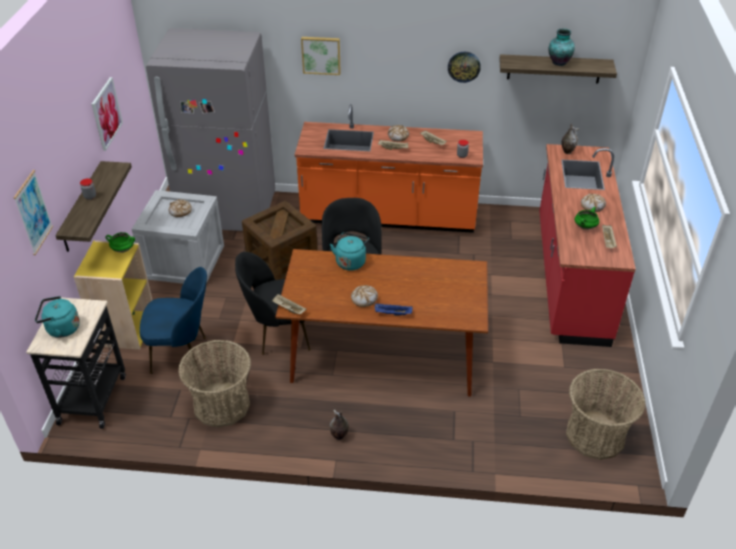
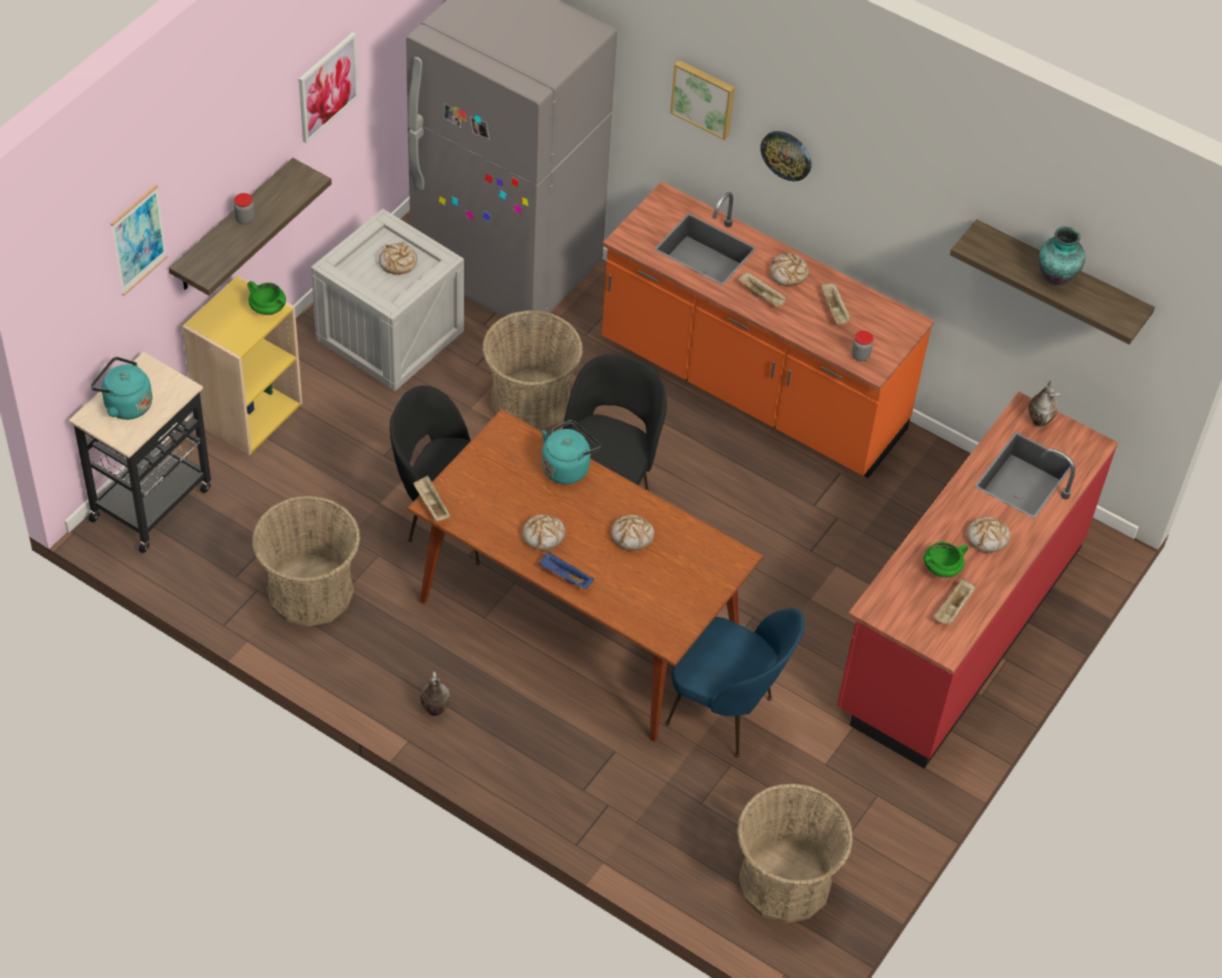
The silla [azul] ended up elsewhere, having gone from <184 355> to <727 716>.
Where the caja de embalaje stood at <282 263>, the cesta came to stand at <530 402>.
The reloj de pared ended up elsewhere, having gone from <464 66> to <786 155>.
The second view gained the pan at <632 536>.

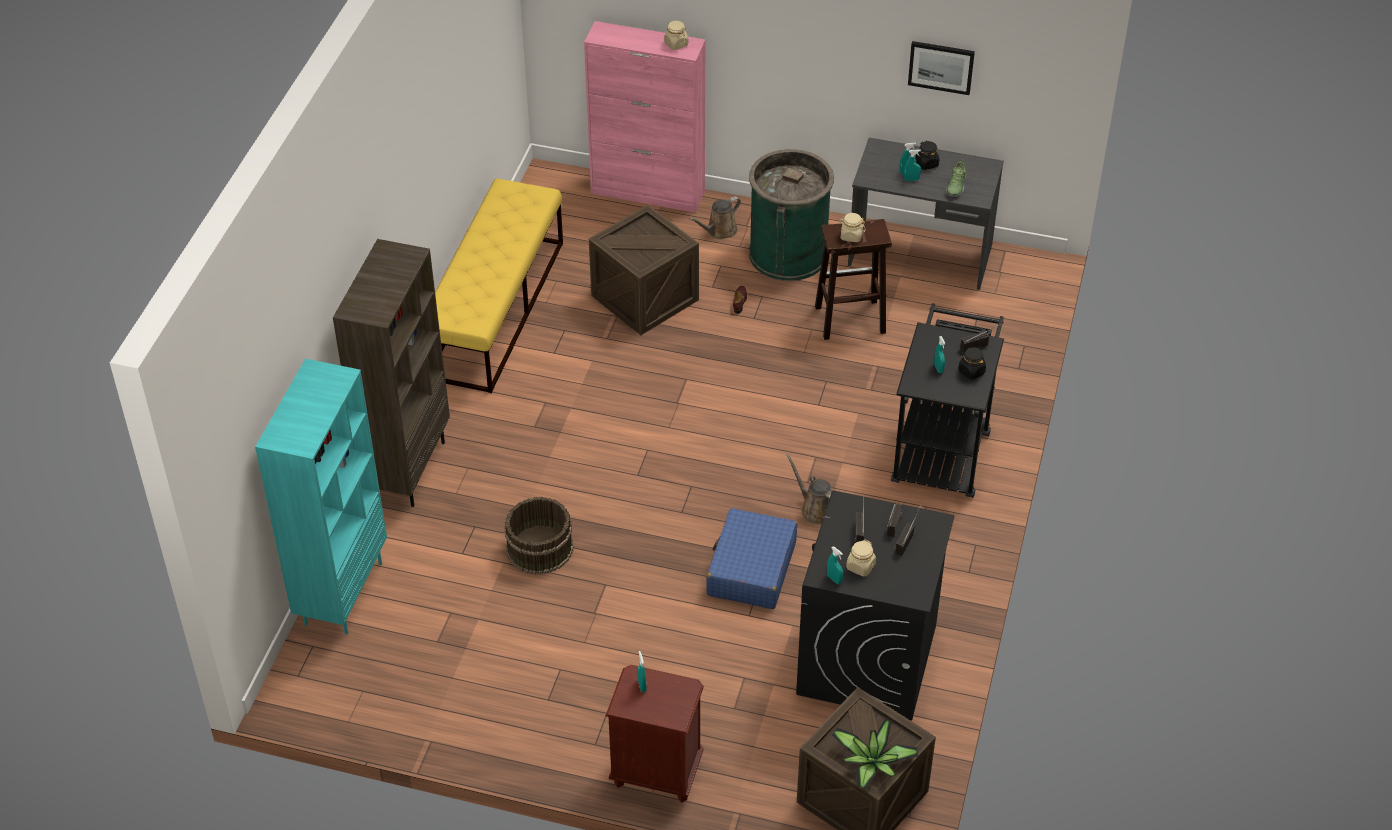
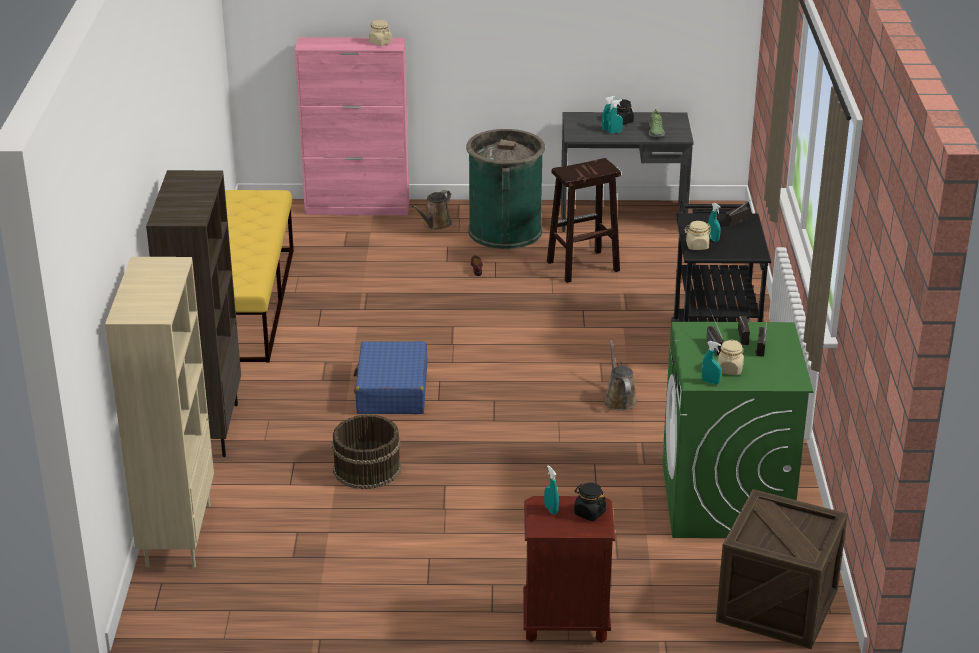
What was the estantería [turquesa] at <342 592> turned into the estantería [beis] at <177 534>.
The second view lost the caja de embalaje at <645 298>.
The maleta [azul] ended up elsewhere, having gone from <751 569> to <392 391>.
The regadera [marrón] at <815 509> ended up facing another way, 45 degrees clockwise from before.
What was the lavadora [negro] at <867 660> turned into the lavadora [verde] at <725 500>.
The second view lost the planta en maceta at <872 764>.
The tarro [beis] ended up elsewhere, having gone from <851 236> to <697 246>.
The second view lost the cuadro at <941 67>.
The tarro [negro] ended up elsewhere, having gone from <971 371> to <589 513>.

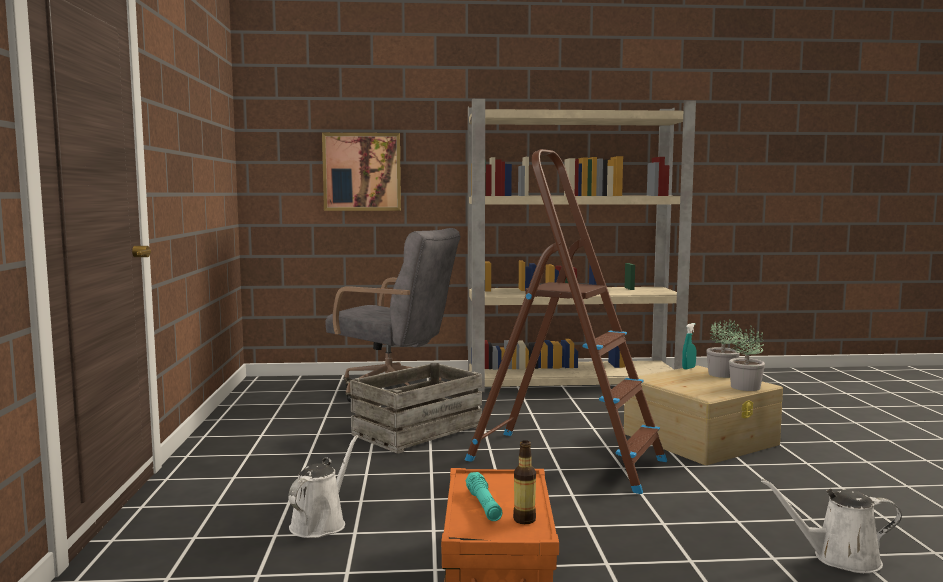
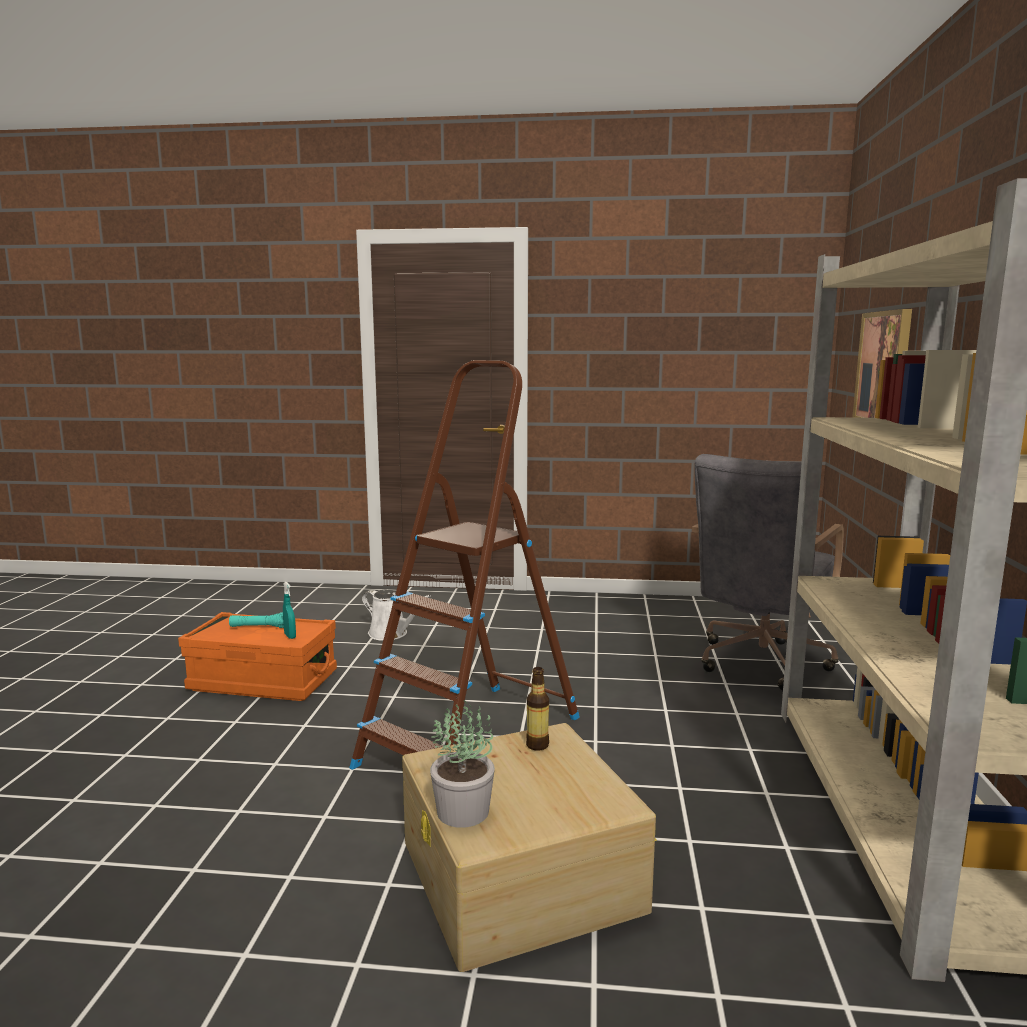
The second view lost the caja de embalaje at <417 431>.
The botella ended up elsewhere, having gone from <524 520> to <537 745>.
The pulverizador [turquesa] ended up elsewhere, having gone from <688 368> to <290 636>.
The second view lost the planta en maceta at <722 374>.
The second view lost the regadera [blanco] at <840 558>.

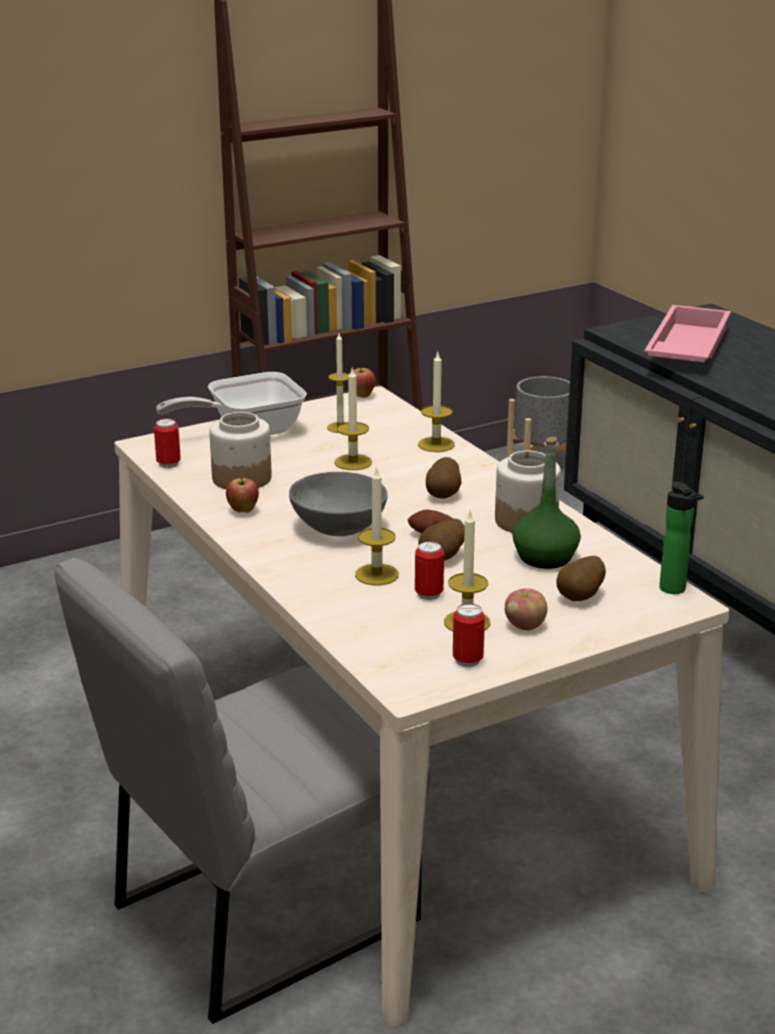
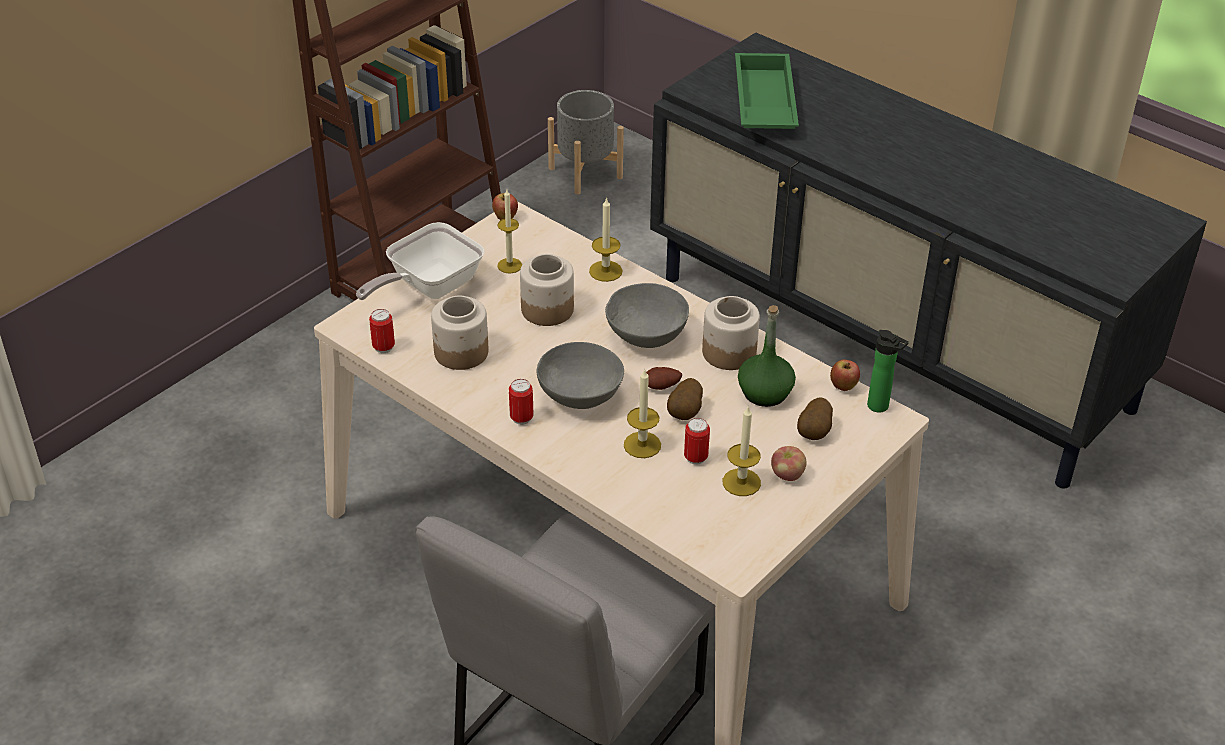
The manzana ended up elsewhere, having gone from <243 511> to <843 387>.
Where the vela stood at <353 462>, the tarro came to stand at <546 310>.
Where the patata stood at <444 495>, the cuenco [gris] came to stand at <646 335>.
The lata ended up elsewhere, having gone from <467 660> to <521 418>.
What was the bandeja [rosa] at <685 348> turned into the bandeja [verde] at <762 103>.

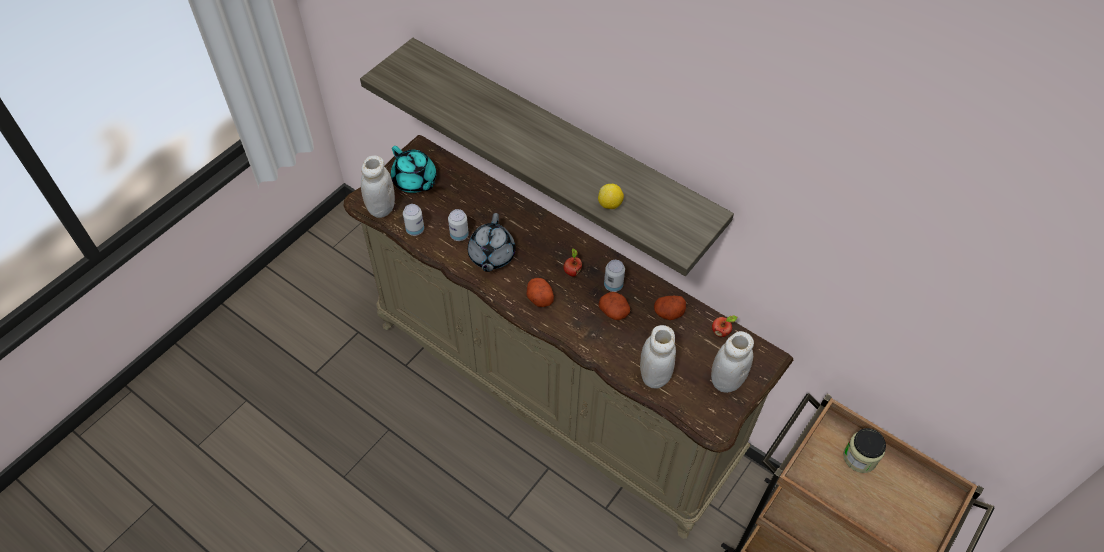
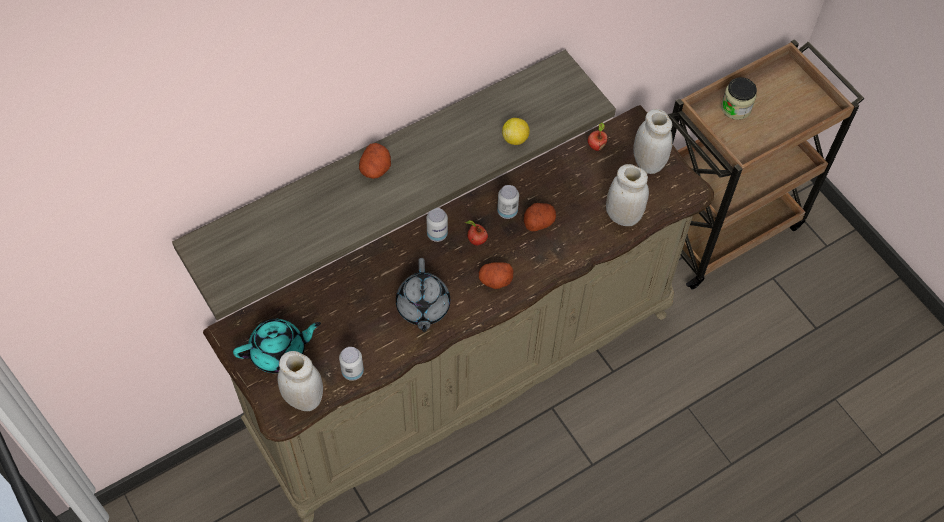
The lata ended up elsewhere, having gone from <459 235> to <437 234>.
The tetera [gris] at <491 256> ended up facing another way, 60 degrees clockwise from before.
The patata ended up elsewhere, having gone from <668 313> to <375 169>.

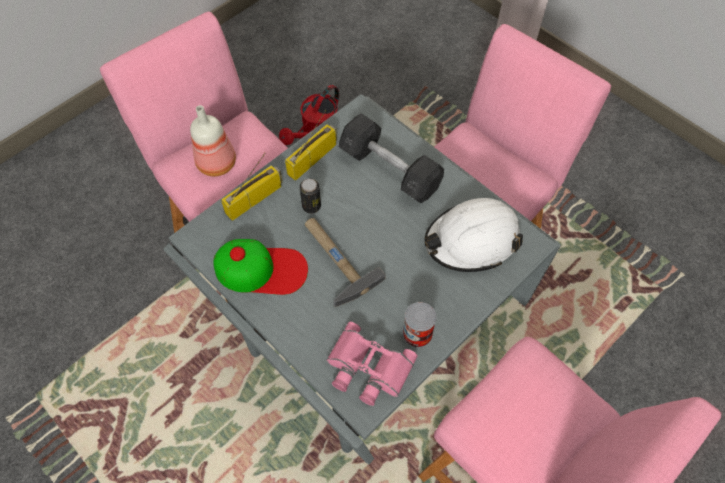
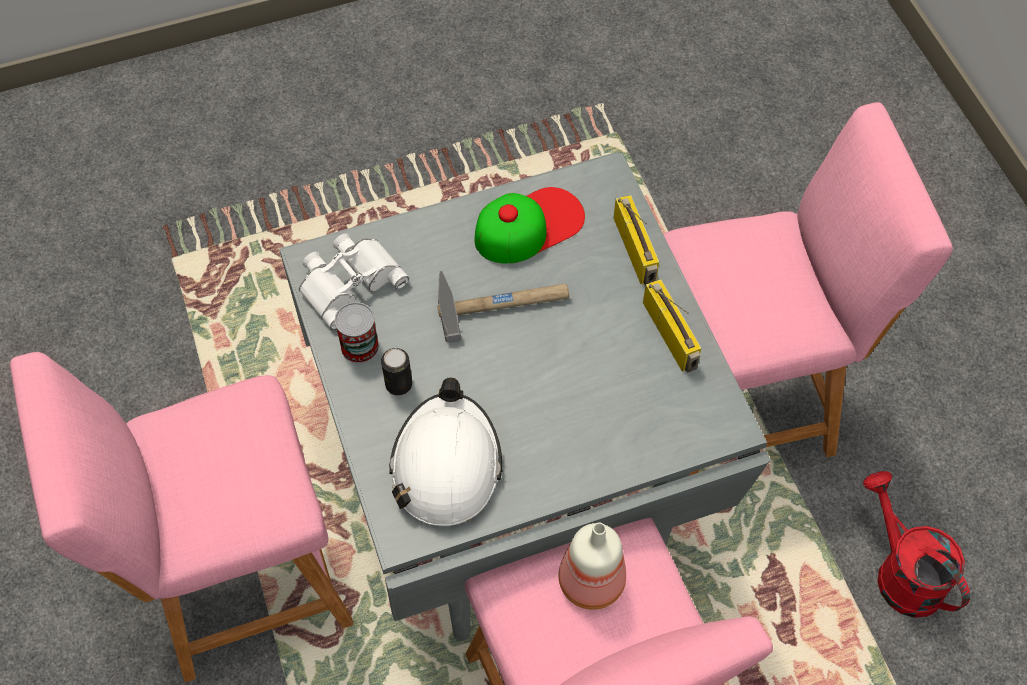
The botella ended up elsewhere, having gone from <218 162> to <592 583>.
The gorra at <261 269> ended up facing another way, 150 degrees counterclockwise from before.
The lata ended up elsewhere, having gone from <311 206> to <398 384>.
What was the prismáticos [rosa] at <367 369> turned into the prismáticos [blanco] at <349 280>.
The second view lost the mancuerna [gris] at <390 170>.

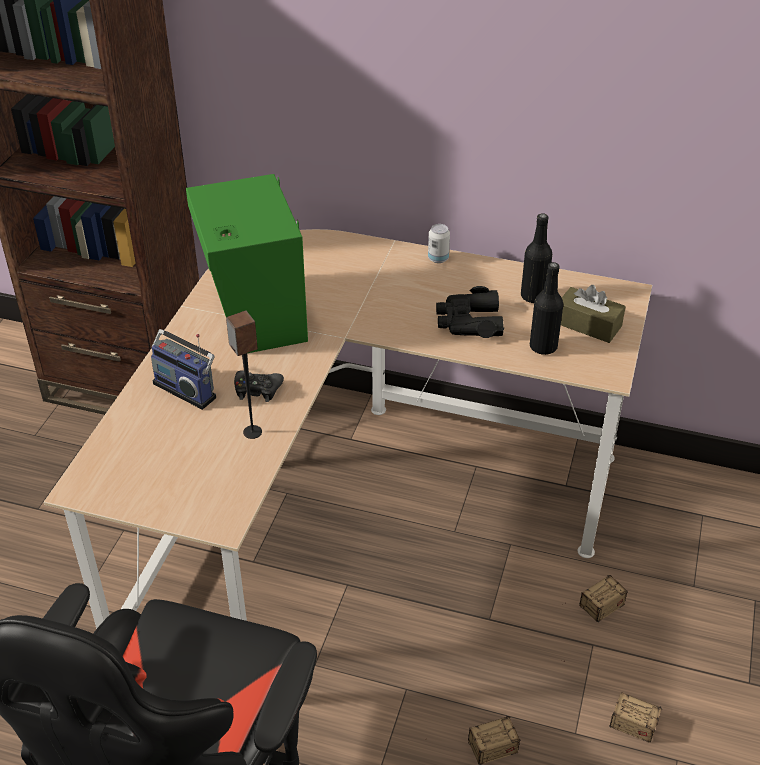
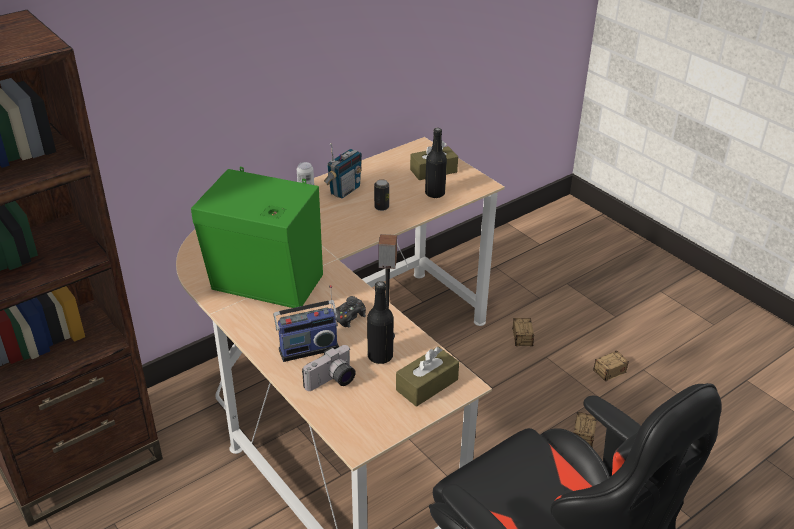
Where the prismáticos [negro] stood at <469 322>, the lata came to stand at <381 207>.
The botella [negro] ended up elsewhere, having gone from <533 296> to <380 356>.
The second view gained the cámara at <332 381>.
The second view gained the radio at <344 190>.
The second view gained the caja de pañuelos [marrón] at <427 385>.

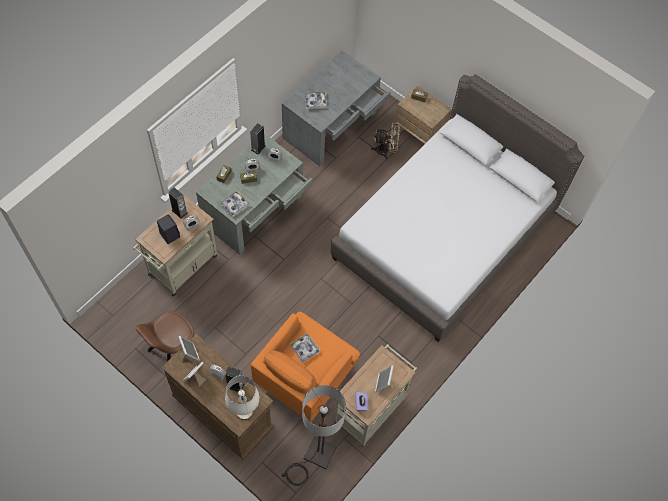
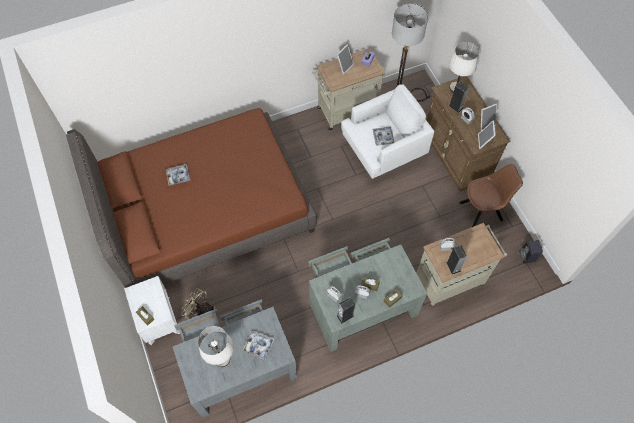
The altavoz [negro] ended up elsewhere, having gone from <169 235> to <527 257>.
The bandeja ended up elsewhere, having gone from <235 205> to <178 176>.
What was the sillón [naranja] at <305 376> turned into the sillón [blanco] at <382 151>.
What was the cama [gris] at <443 235> turned into the cama [marrón] at <206 211>.
What was the mesita de noche [marrón] at <419 133> turned into the mesita de noche [blanco] at <159 320>.
The second view gained the lámpara de mesa [blanco] at <222 359>.

